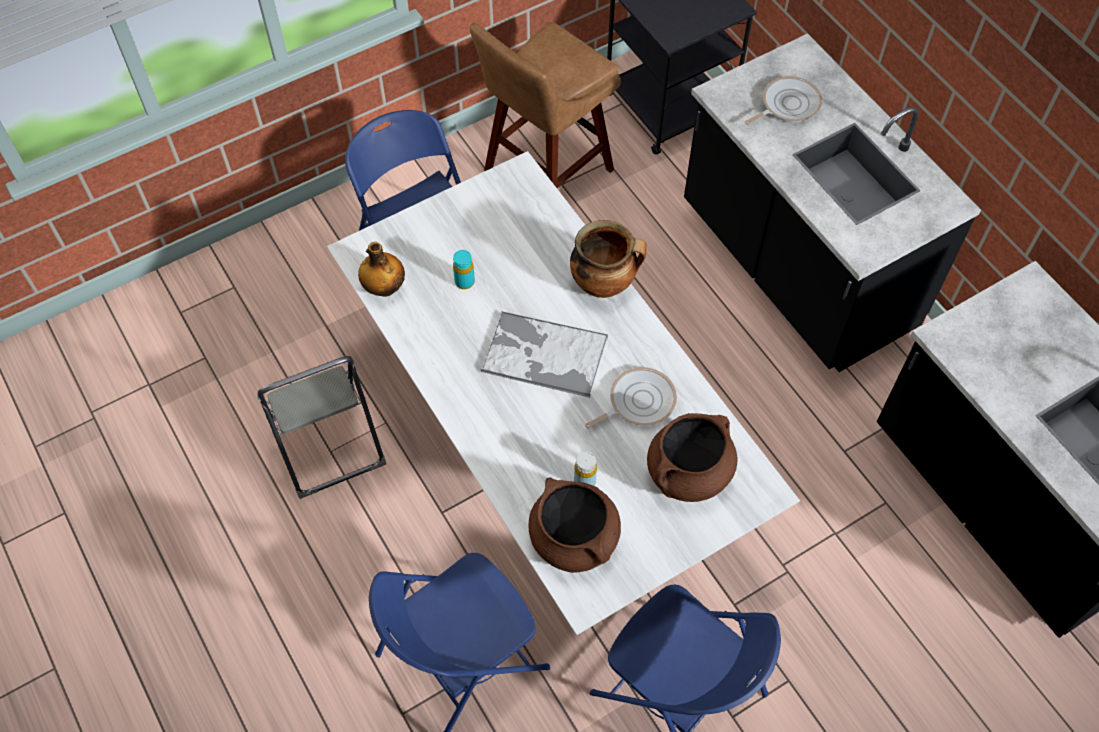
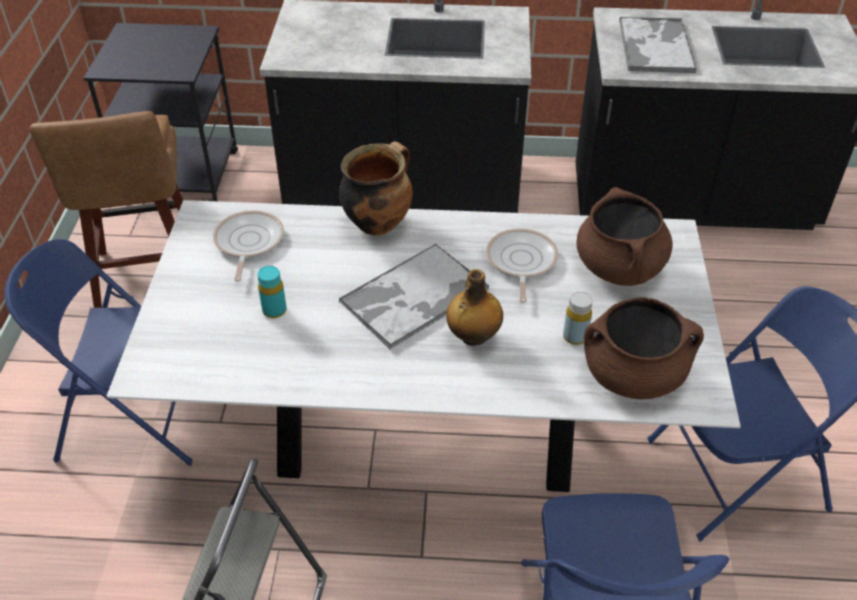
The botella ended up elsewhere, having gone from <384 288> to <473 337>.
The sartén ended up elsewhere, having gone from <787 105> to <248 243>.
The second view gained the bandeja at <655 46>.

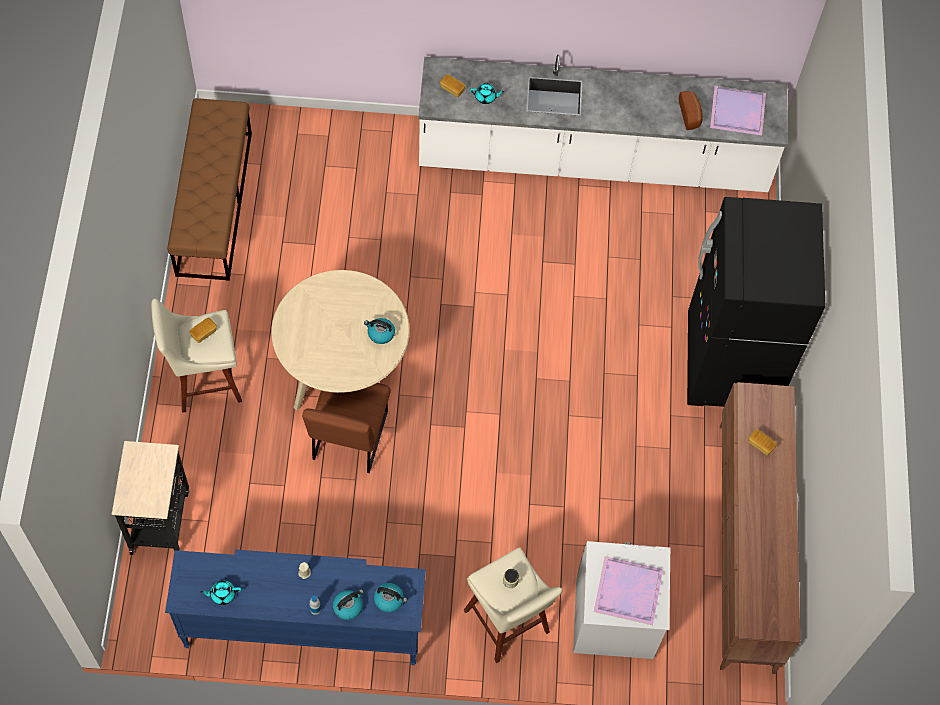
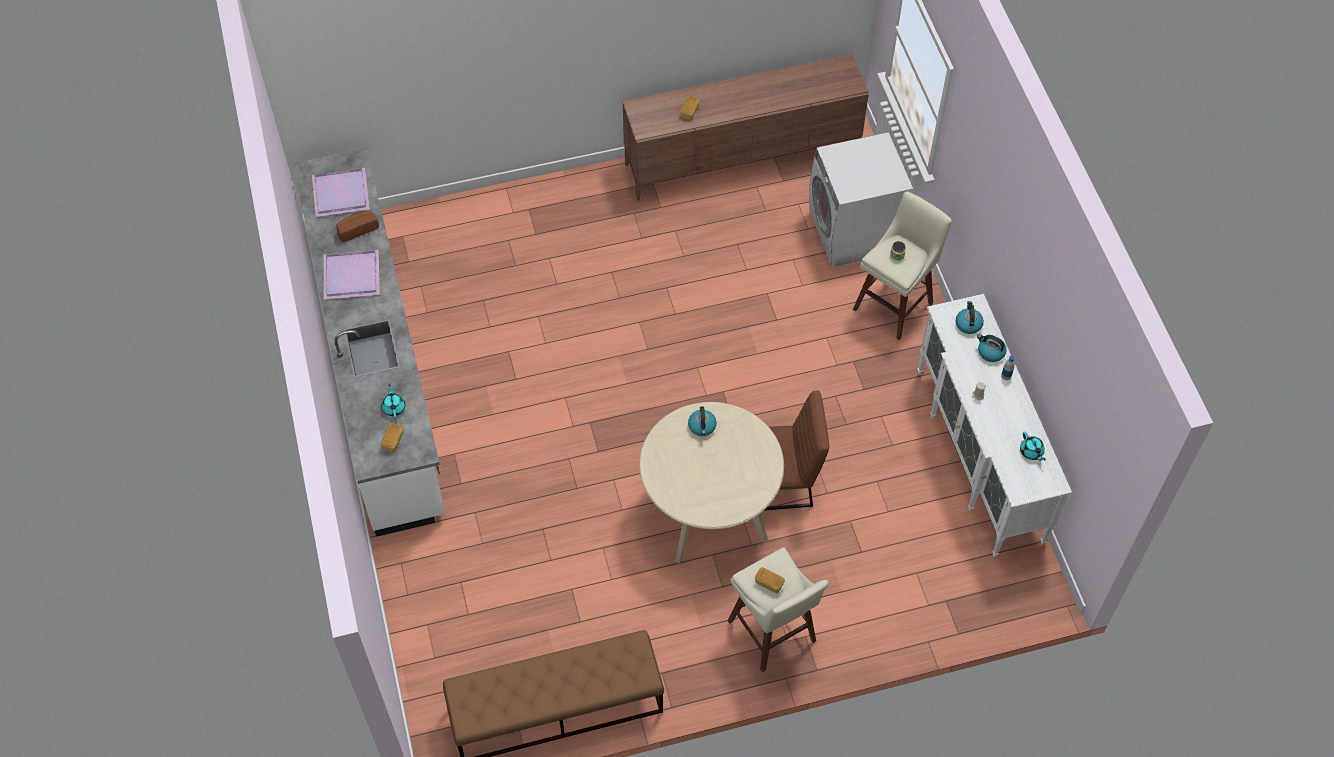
The second view lost the carrito at <159 520>.
What was the armario [azul] at <303 628> turned into the armario [blanco] at <977 457>.
The bandeja [morado] ended up elsewhere, having gone from <627 590> to <350 277>.
The second view lost the nevera [negro] at <730 363>.

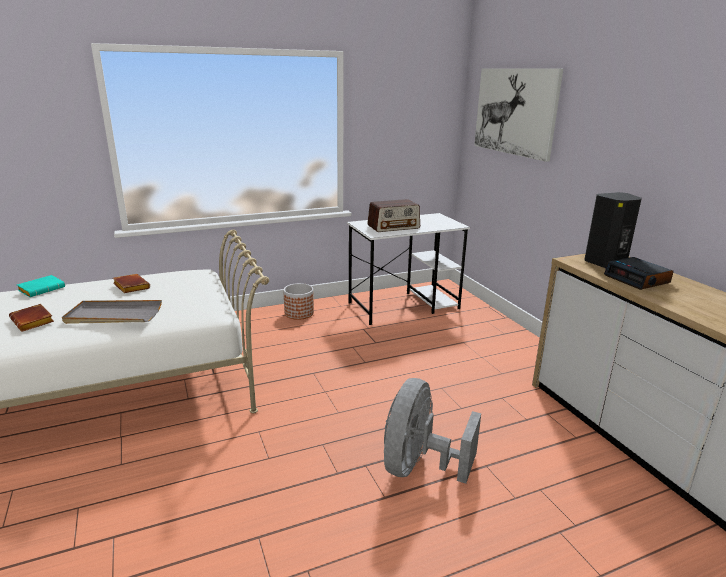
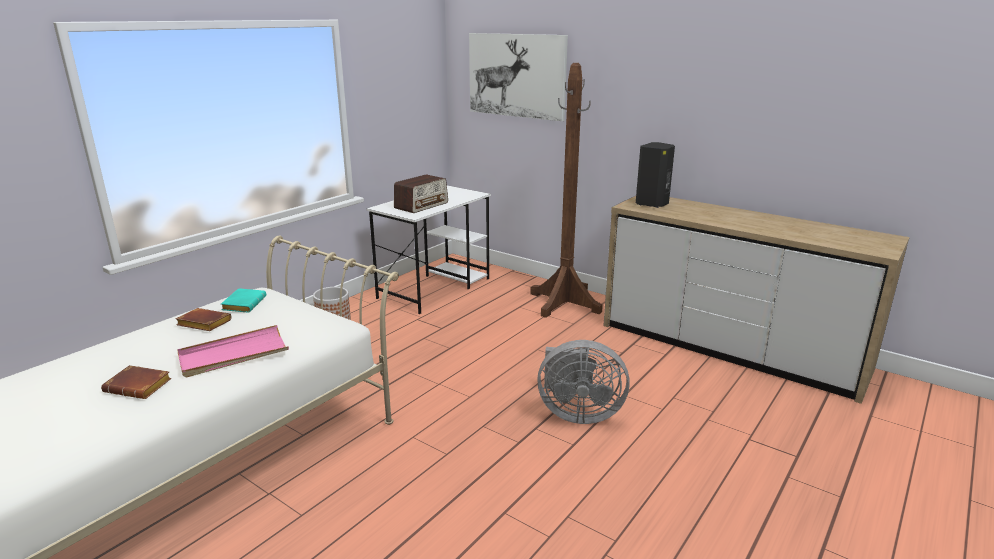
The libro [turquesa] ended up elsewhere, having gone from <42 289> to <243 304>.
What was the bandeja [gris] at <113 315> turned into the bandeja [rosa] at <233 355>.
The ventilador [gris] at <419 466> ended up facing another way, 75 degrees counterclockwise from before.
The second view lost the despertador at <637 279>.
The second view gained the perchero [marrón] at <565 302>.

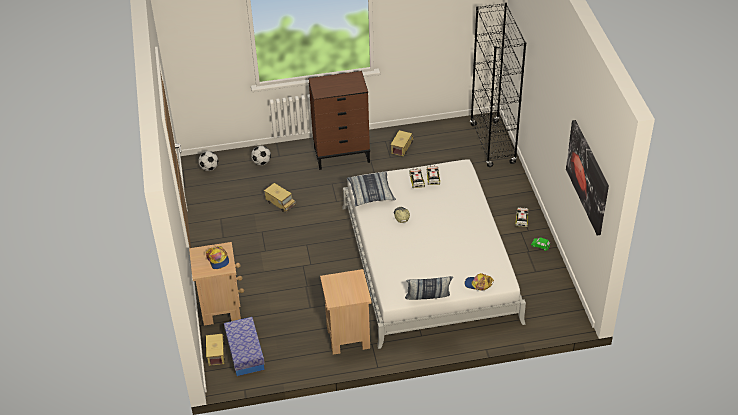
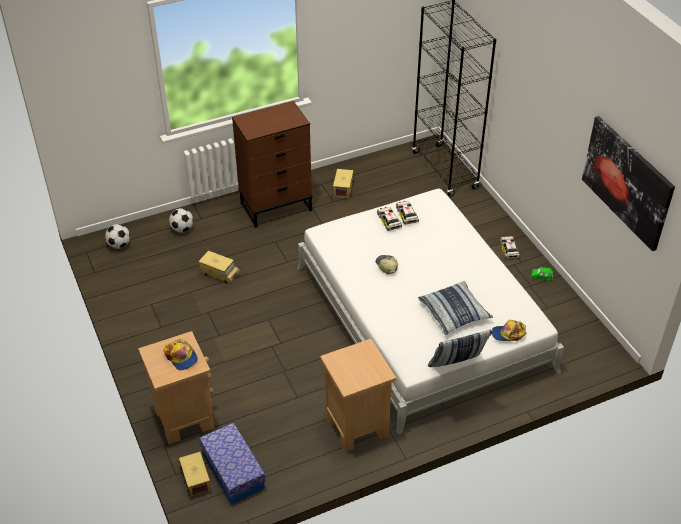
The cojín ended up elsewhere, having gone from <371 193> to <454 313>.

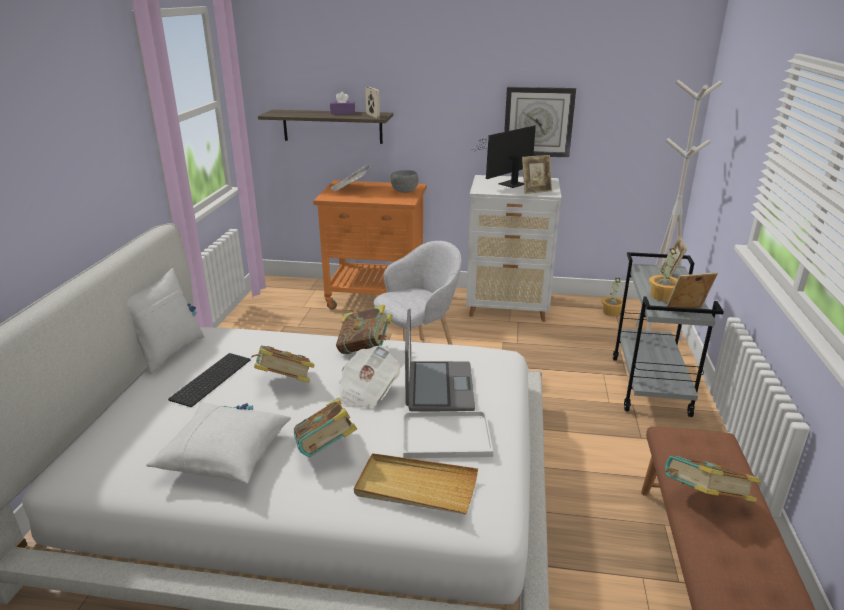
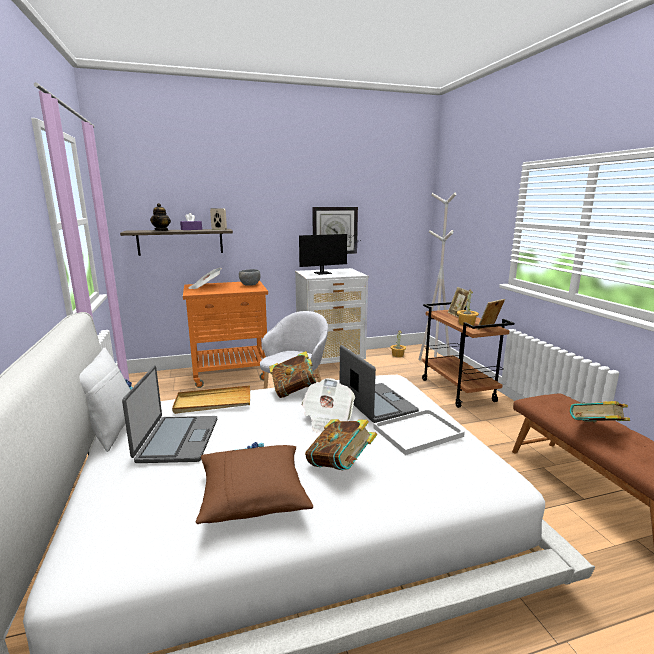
What was the cojín [gris] at <225 456> turned into the cojín [marrón] at <253 497>.
Where the teclado stood at <210 378>, the portátil came to stand at <177 440>.
The second view lost the libro at <284 383>.
The bandeja [beis] ended up elsewhere, having gone from <416 487> to <213 402>.
The monitor at <508 184> ended up facing another way, 135 degrees counterclockwise from before.
The second view lost the portarretratos at <535 191>.
What was the carrito [gris] at <650 386> turned into the carrito [marrón] at <458 390>.
The second view gained the tetera at <161 230>.

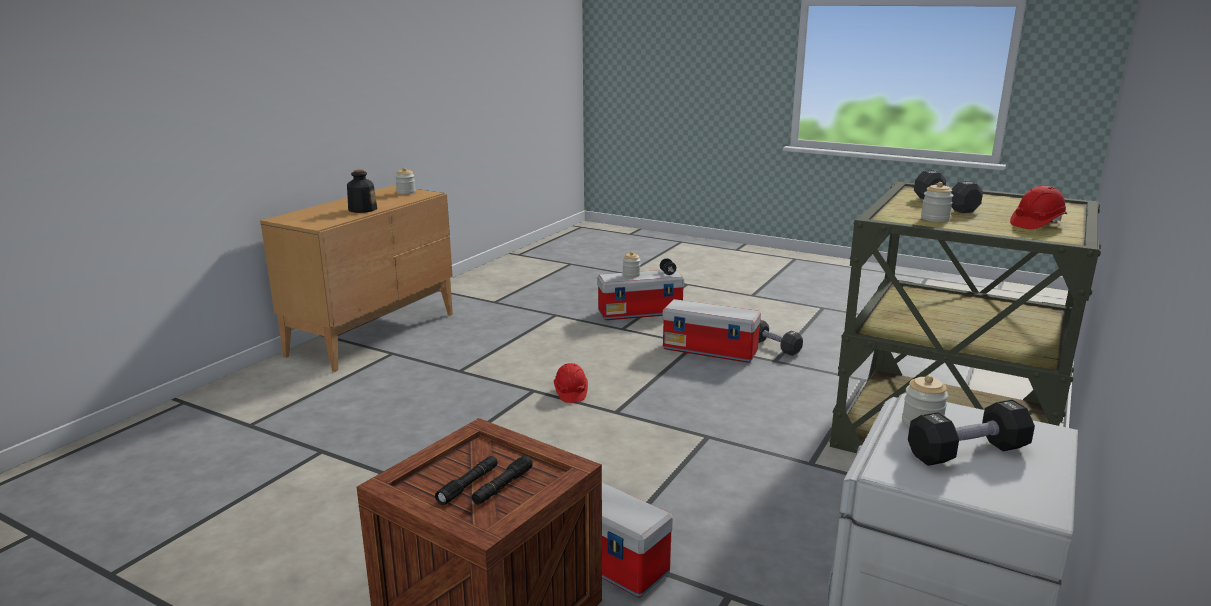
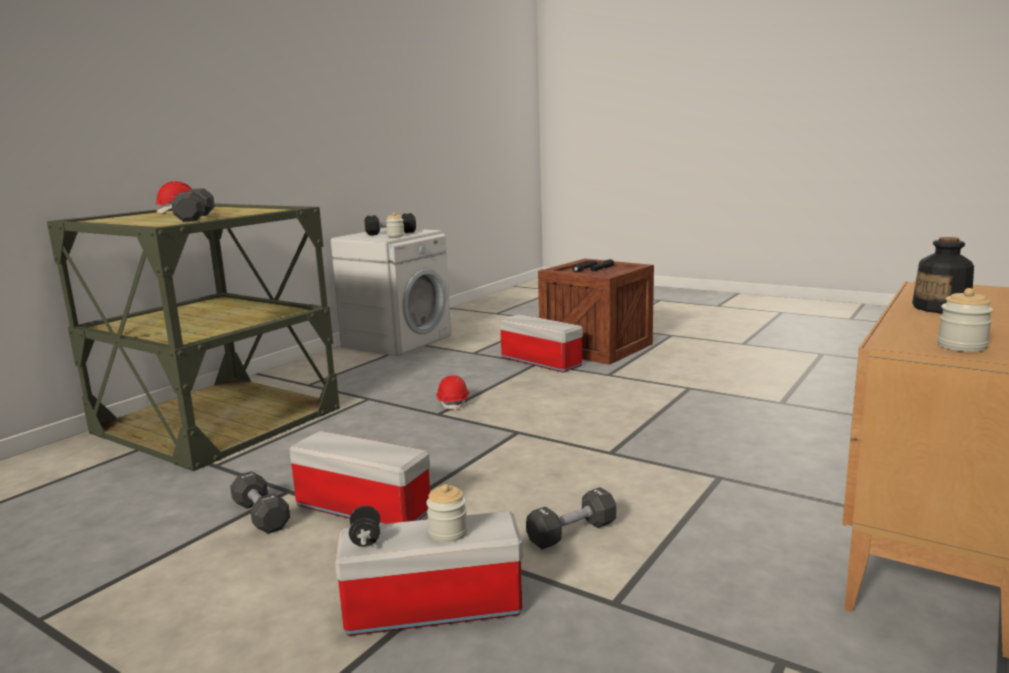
The casco [rojo] ended up elsewhere, having gone from <570 393> to <453 403>.
The second view lost the tarro at <935 219>.
The second view gained the mancuerna [negro] at <572 533>.

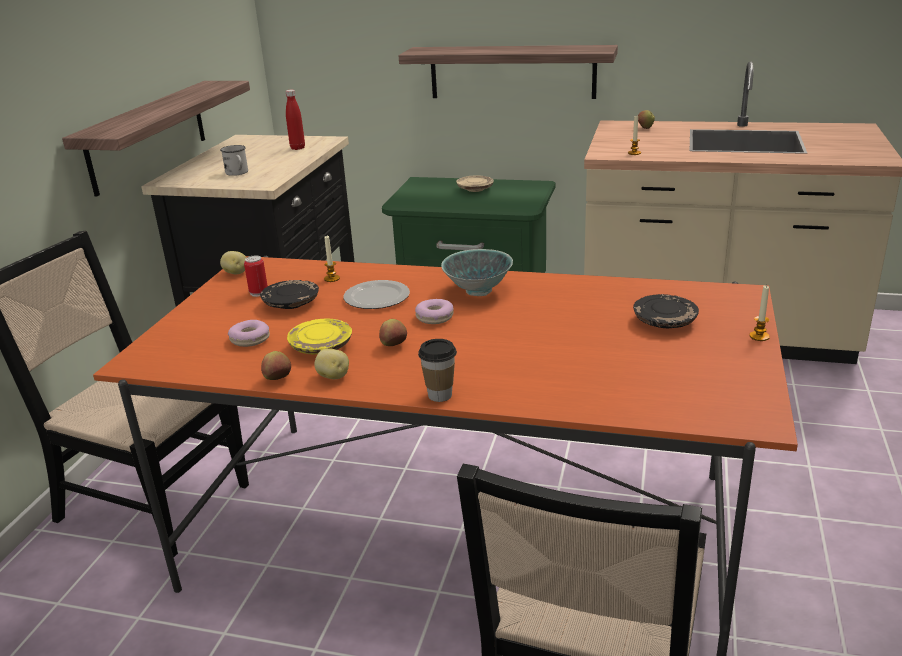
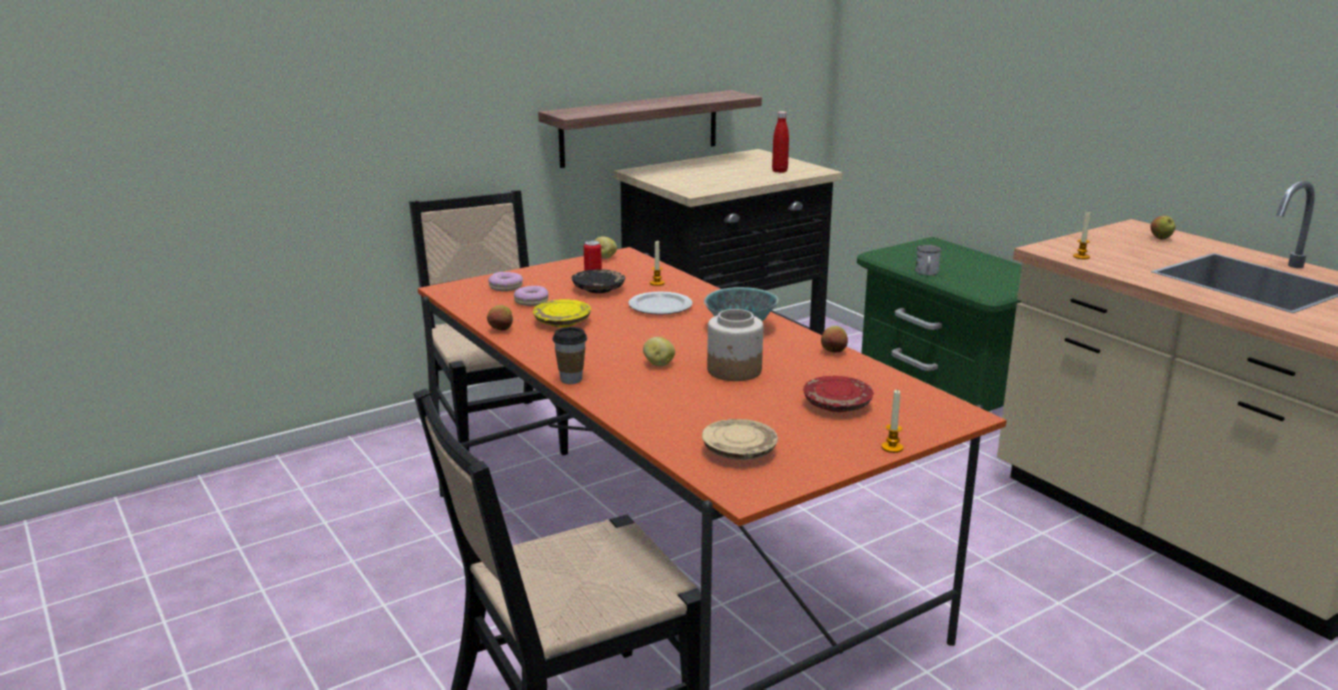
The taza grande [blanco] ended up elsewhere, having gone from <238 173> to <927 273>.
The patata ended up elsewhere, having gone from <333 377> to <658 364>.
The manzana ended up elsewhere, having gone from <394 346> to <833 352>.
The second view lost the estante at <512 72>.
The rosquilla ended up elsewhere, having gone from <435 317> to <506 287>.
The plato [beis] ended up elsewhere, having gone from <475 189> to <739 451>.
What was the plato [negro] at <665 321> turned into the plato [rojo] at <837 405>.
The second view gained the tarro at <734 371>.

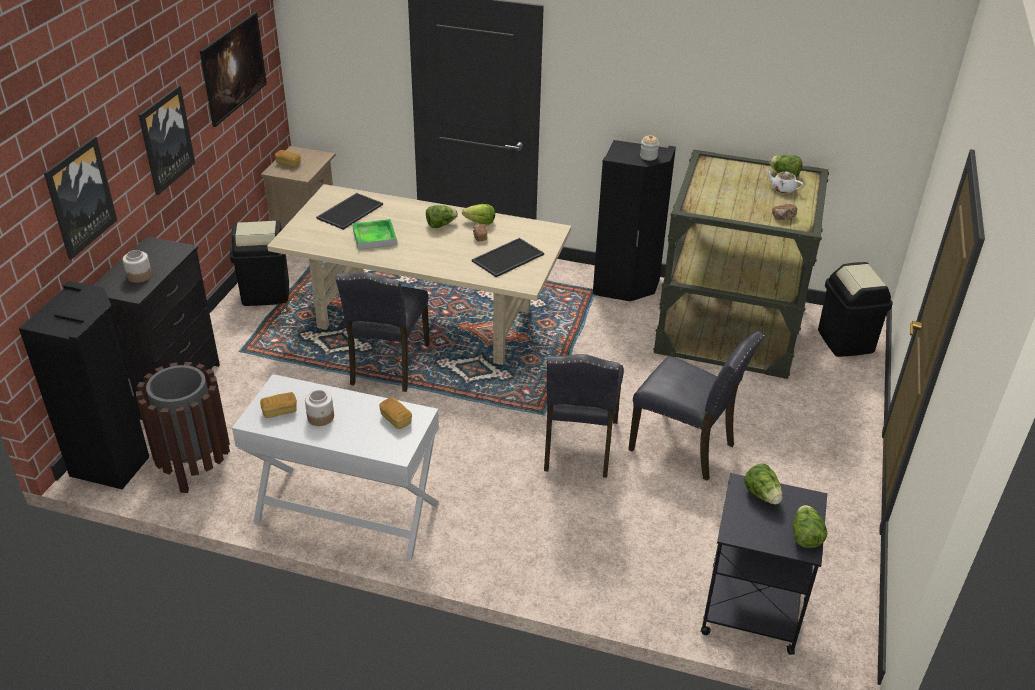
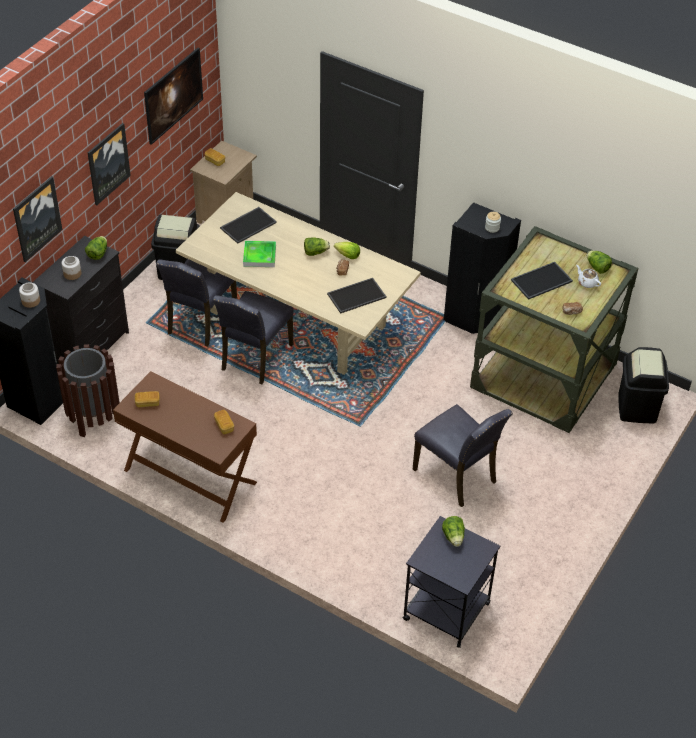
What was the mesa consola [blanco] at <347 513> turned into the mesa consola [marrón] at <190 476>.
The tarro ended up elsewhere, having gone from <321 417> to <31 301>.
The silla [gris] ended up elsewhere, having gone from <578 447> to <200 322>.
The lechuga ended up elsewhere, having gone from <805 536> to <98 254>.
The second view gained the bandeja at <541 281>.

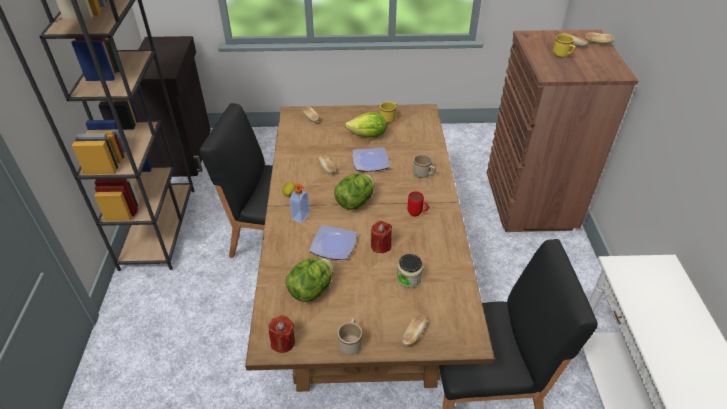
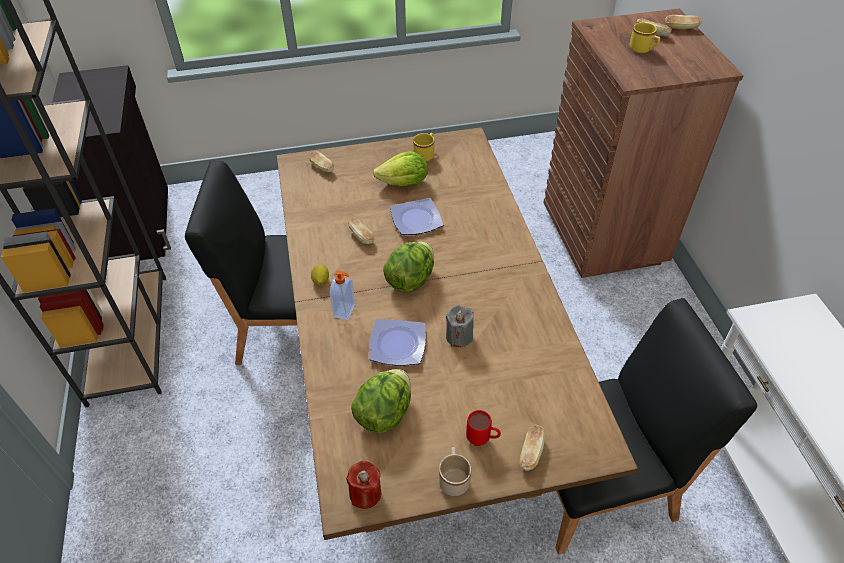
What was the vela [rojo] at <381 246> turned into the vela [gris] at <459 336>.
The second view lost the tarro at <409 278>.
The taza grande [rojo] ended up elsewhere, having gone from <417 214> to <482 440>.
The second view lost the taza grande [beis] at <423 174>.

